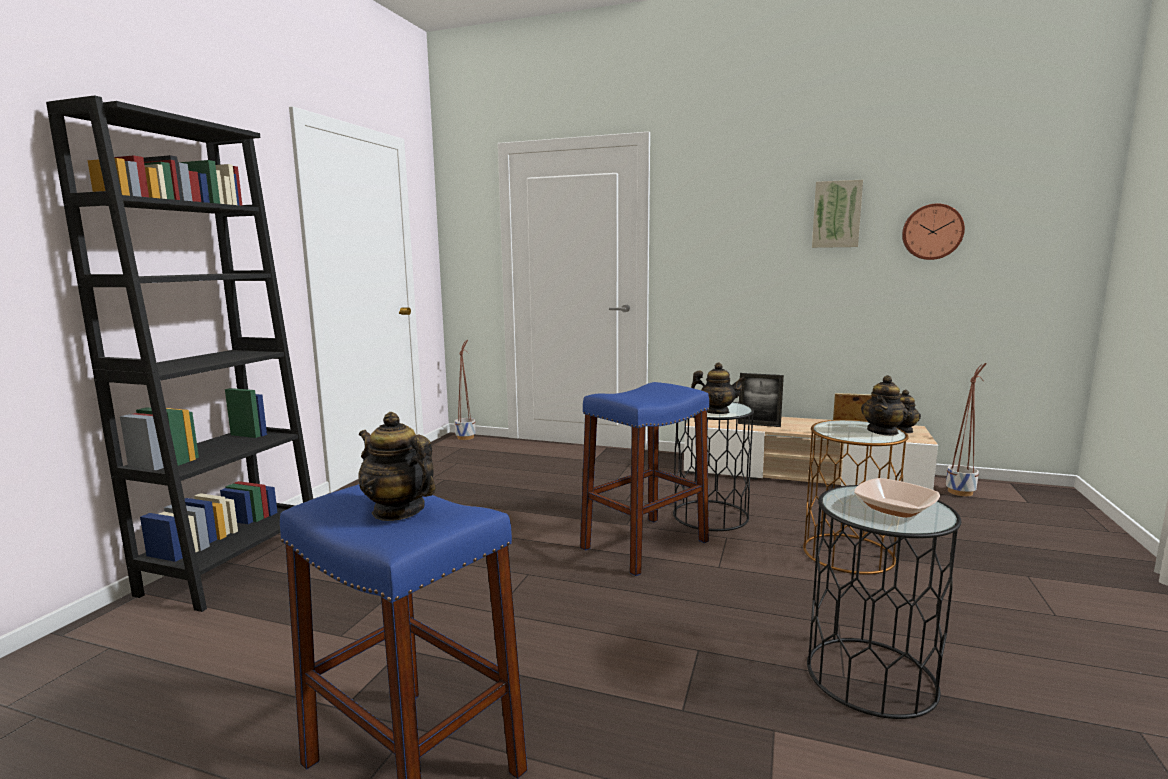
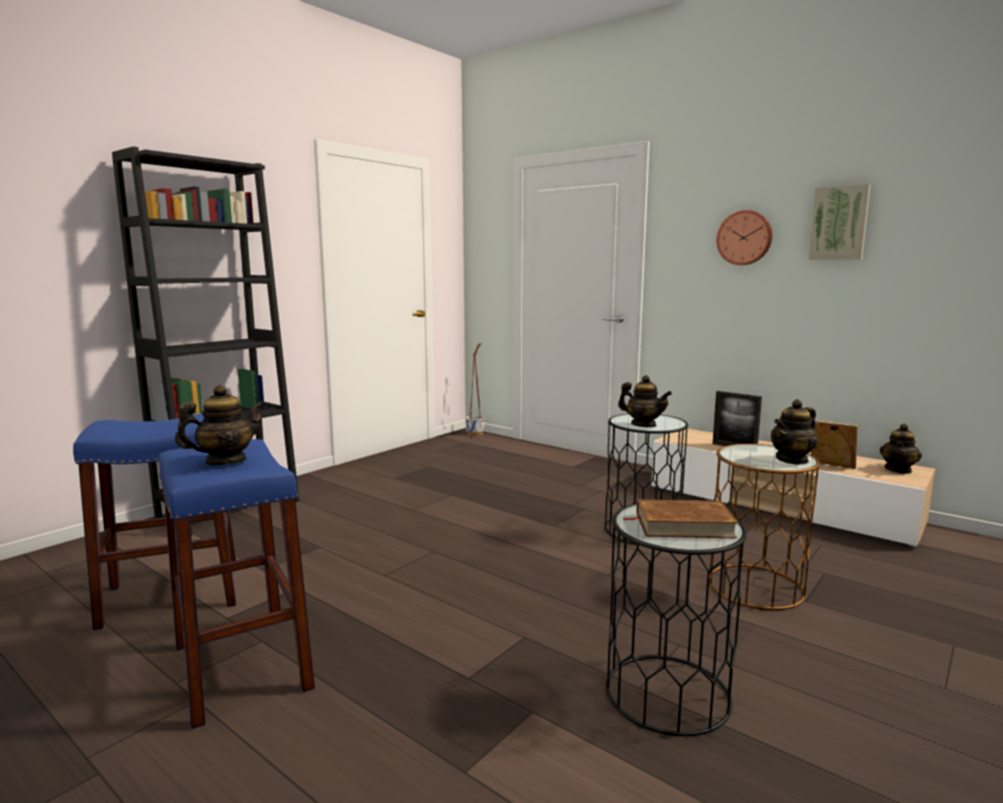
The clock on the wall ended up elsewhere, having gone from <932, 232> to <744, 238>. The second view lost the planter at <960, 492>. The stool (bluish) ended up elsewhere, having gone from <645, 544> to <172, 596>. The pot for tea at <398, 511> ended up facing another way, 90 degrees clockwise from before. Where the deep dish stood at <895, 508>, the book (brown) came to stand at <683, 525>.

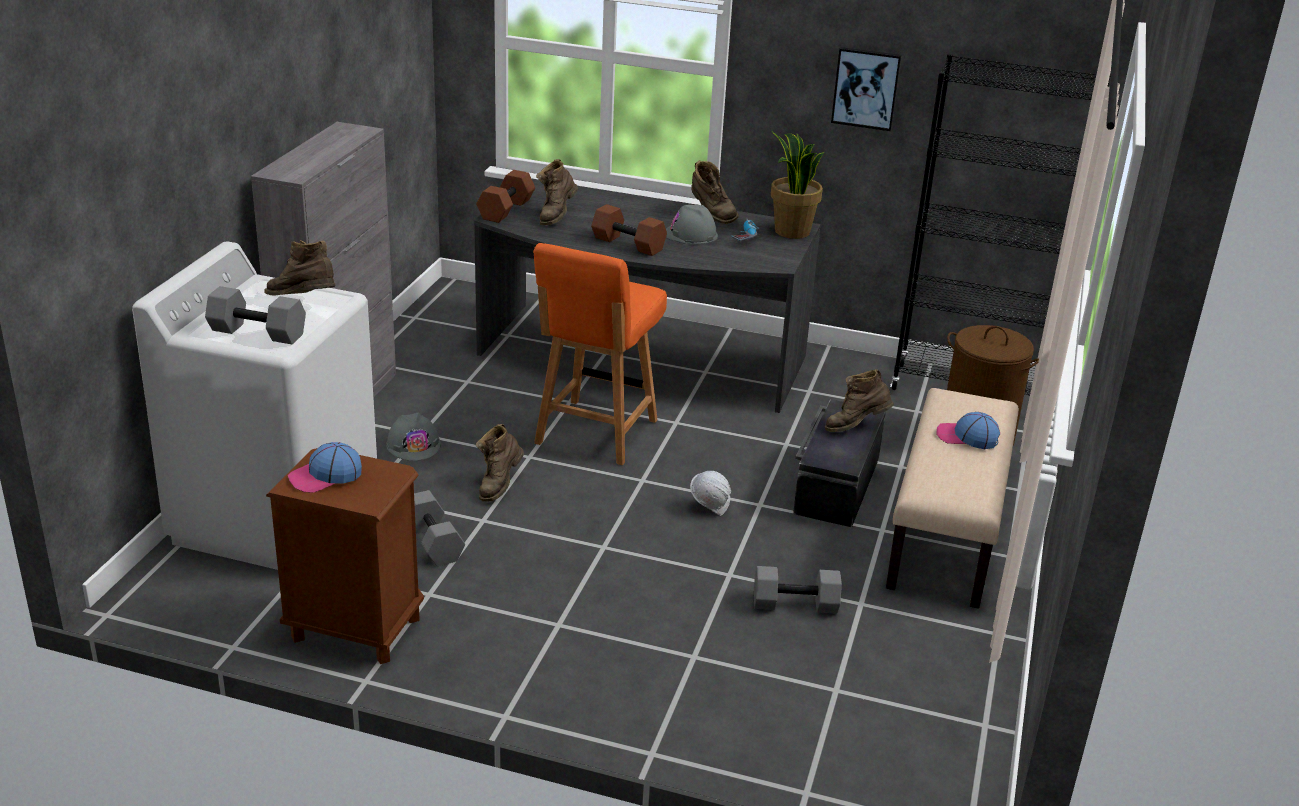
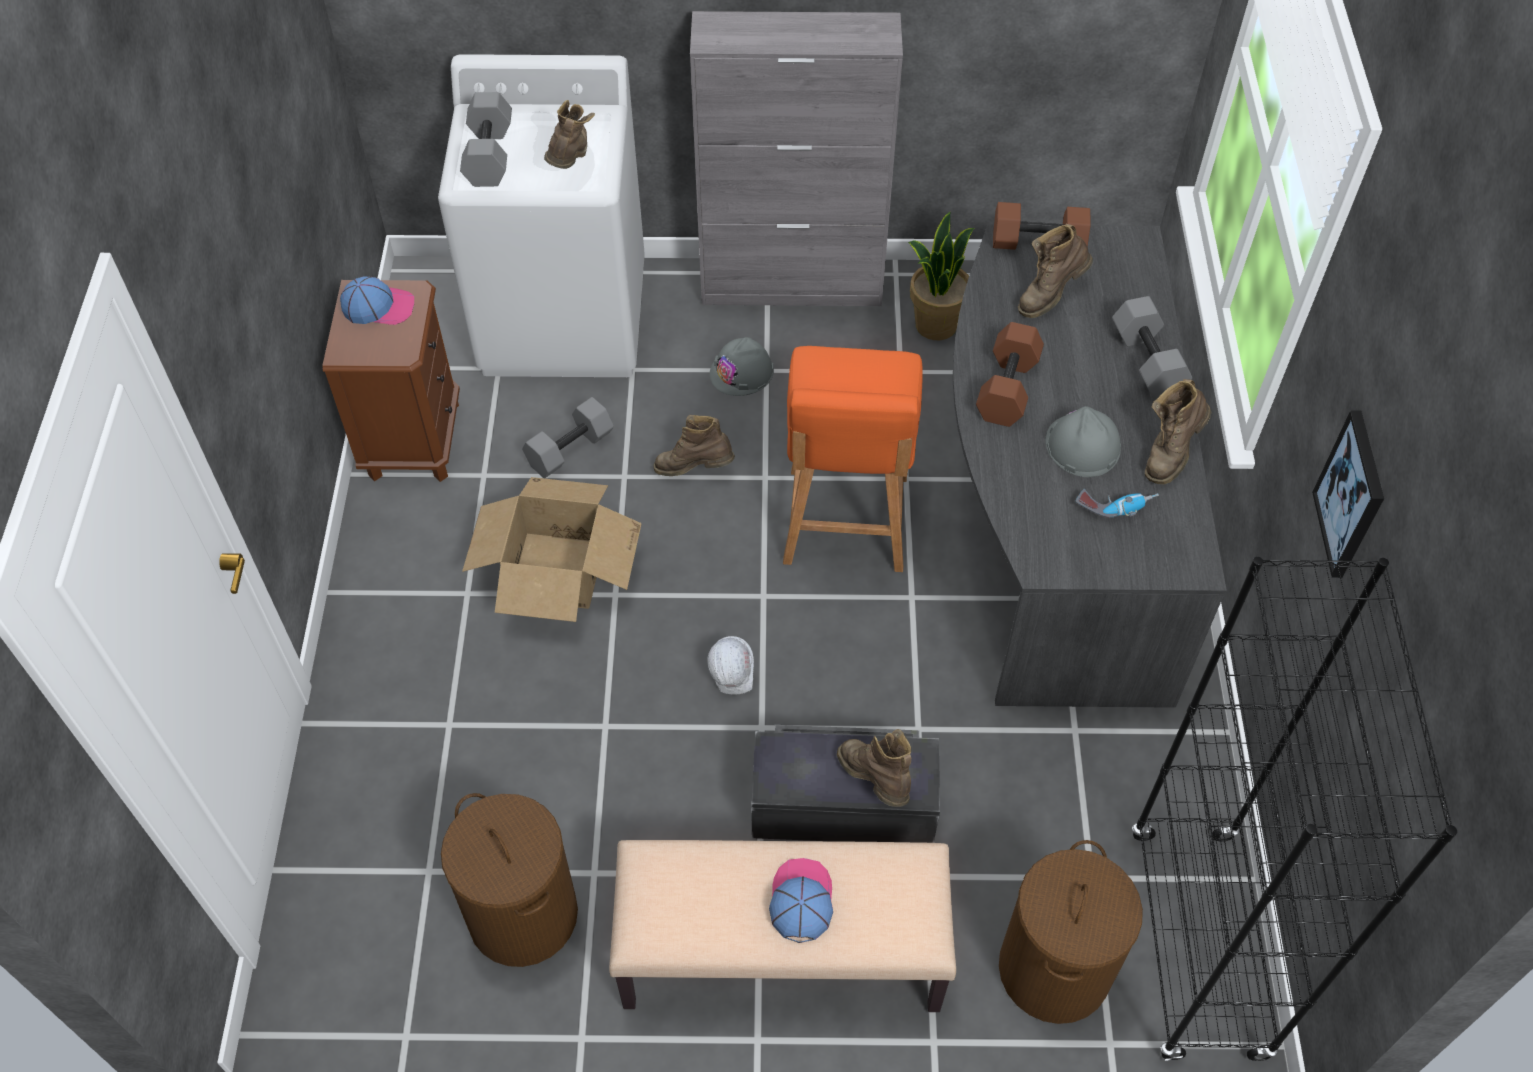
The houseplant ended up elsewhere, having gone from <791, 231> to <935, 324>. The tall boot (brown) at <556, 216> ended up facing another way, 45 degrees counterclockwise from before. The chair (orange-coloured) at <595, 433> ended up facing another way, 90 degrees counterclockwise from before. The cap at <325, 476> ended up facing another way, 135 degrees clockwise from before. The hand weight (grey) ended up elsewhere, having gone from <794, 605> to <1145, 361>. The second view gained the cardboard box at <557, 569>. The second view gained the laundry basket (brown) at <522, 914>.

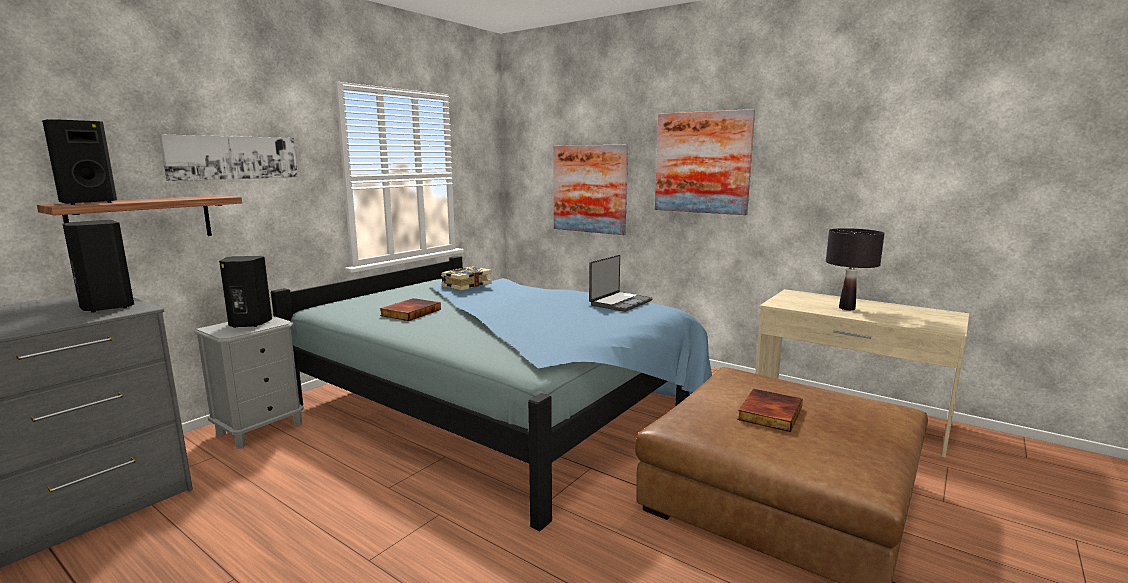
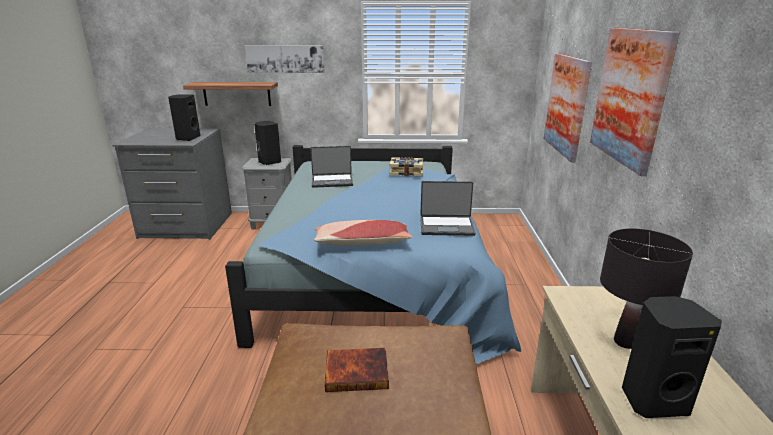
The speaker (blackish) ended up elsewhere, having gone from <86, 203> to <653, 400>. Where the book stood at <410, 312>, the portable computer came to stand at <332, 181>. The second view gained the pillow at <362, 243>.

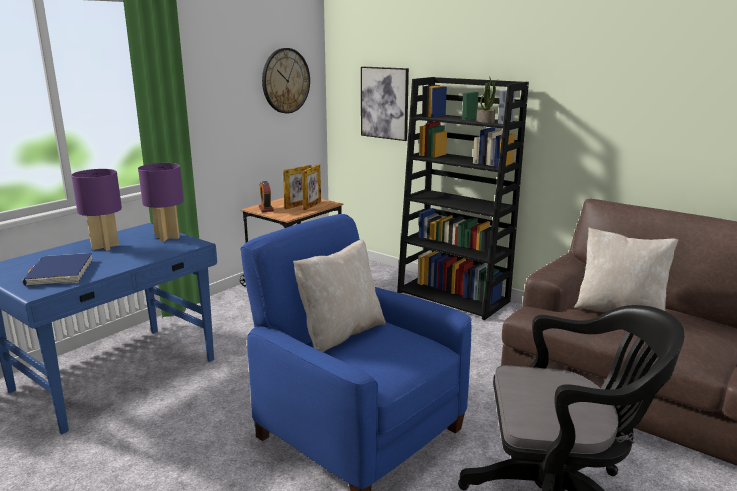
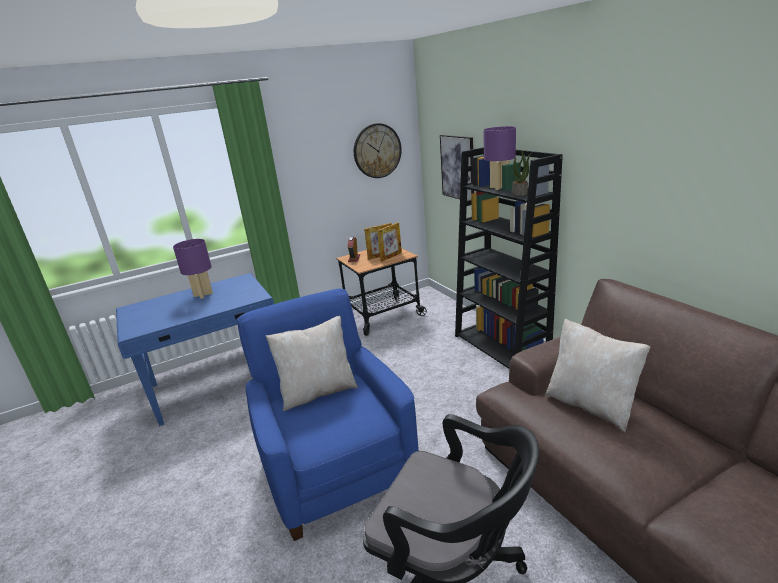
The tabletop lamp (purple) ended up elsewhere, having gone from <167, 237> to <499, 187>. The second view lost the book (bluish) at <60, 273>.

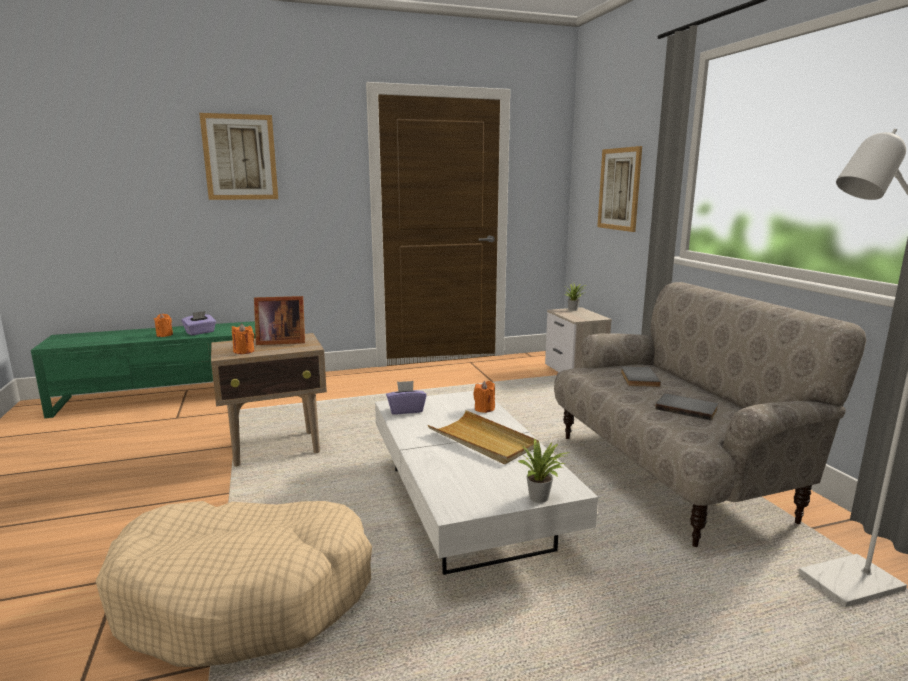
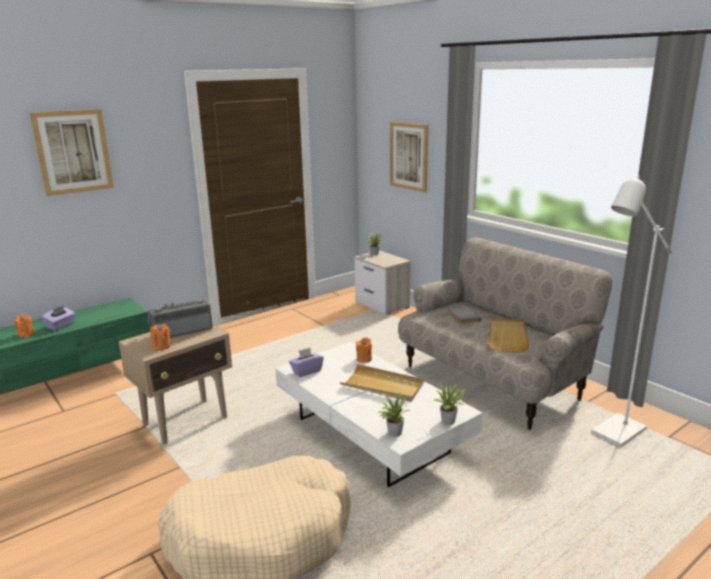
Where the standing frame stood at <279, 342>, the radio set came to stand at <181, 331>. Where the book (grey) stood at <687, 408>, the serving tray (sand-coloured) came to stand at <507, 337>. The second view gained the houseplant at <393, 432>.

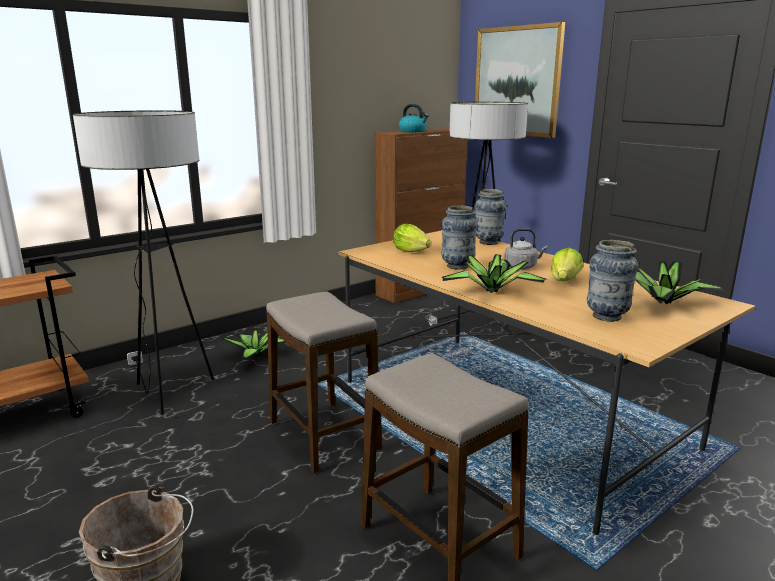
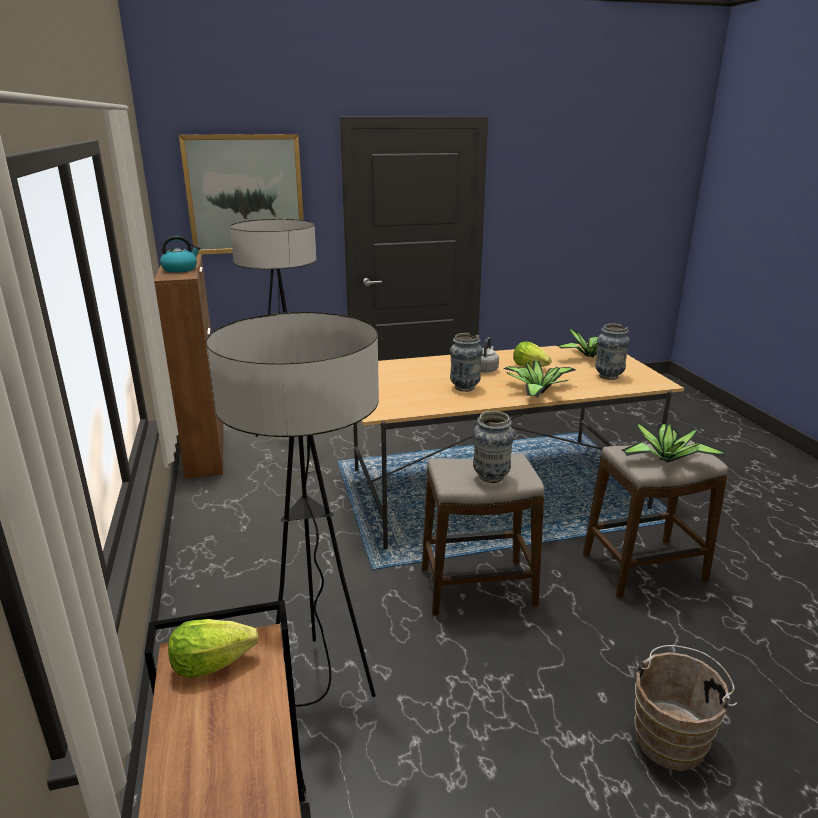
The flower vase ended up elsewhere, having gone from <488, 242> to <491, 477>. The lettuce head ended up elsewhere, having gone from <411, 251> to <211, 663>. The houseplant ended up elsewhere, having gone from <257, 355> to <666, 459>.

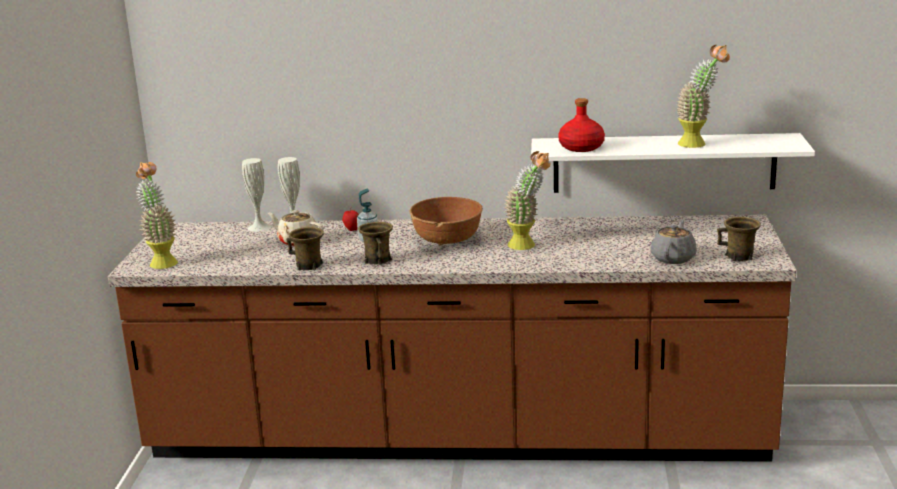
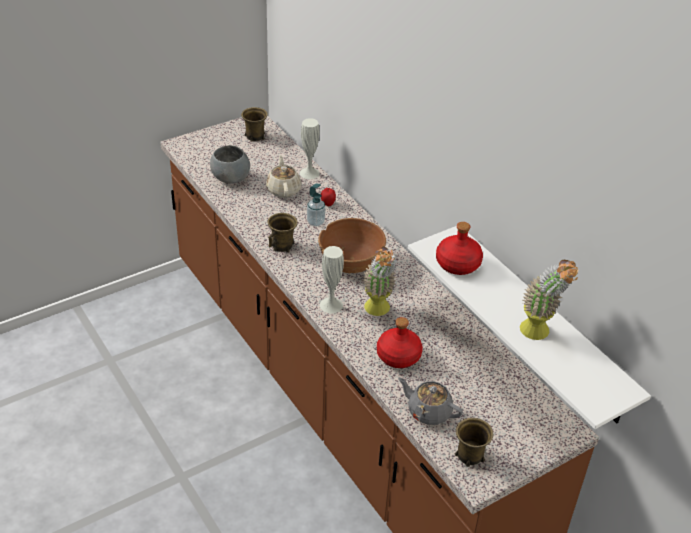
The flower vase (whitish) ended up elsewhere, having gone from <259, 227> to <331, 305>. The second view lost the houseplant at <161, 261>. The pot for tea (grey) at <673, 258> ended up facing another way, 135 degrees counterclockwise from before. The coffee mug (brown) ended up elsewhere, having gone from <308, 266> to <254, 136>. The second view gained the deep dish (grey) at <230, 178>. The second view gained the bottle (red-coloured) at <398, 356>.

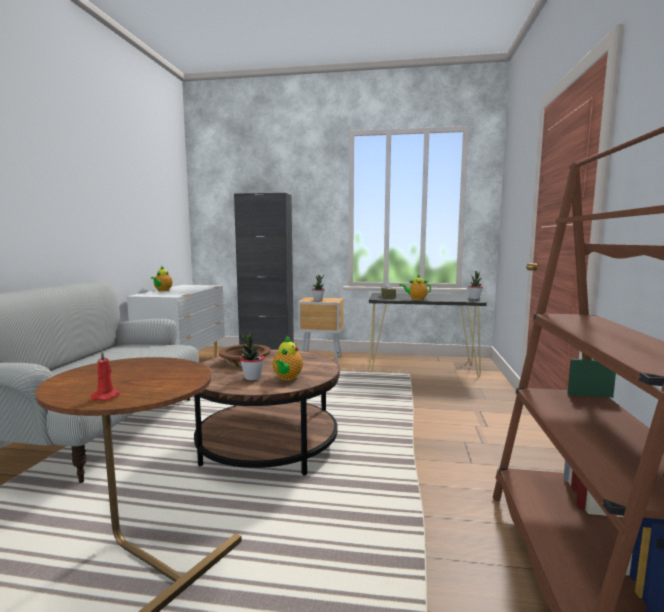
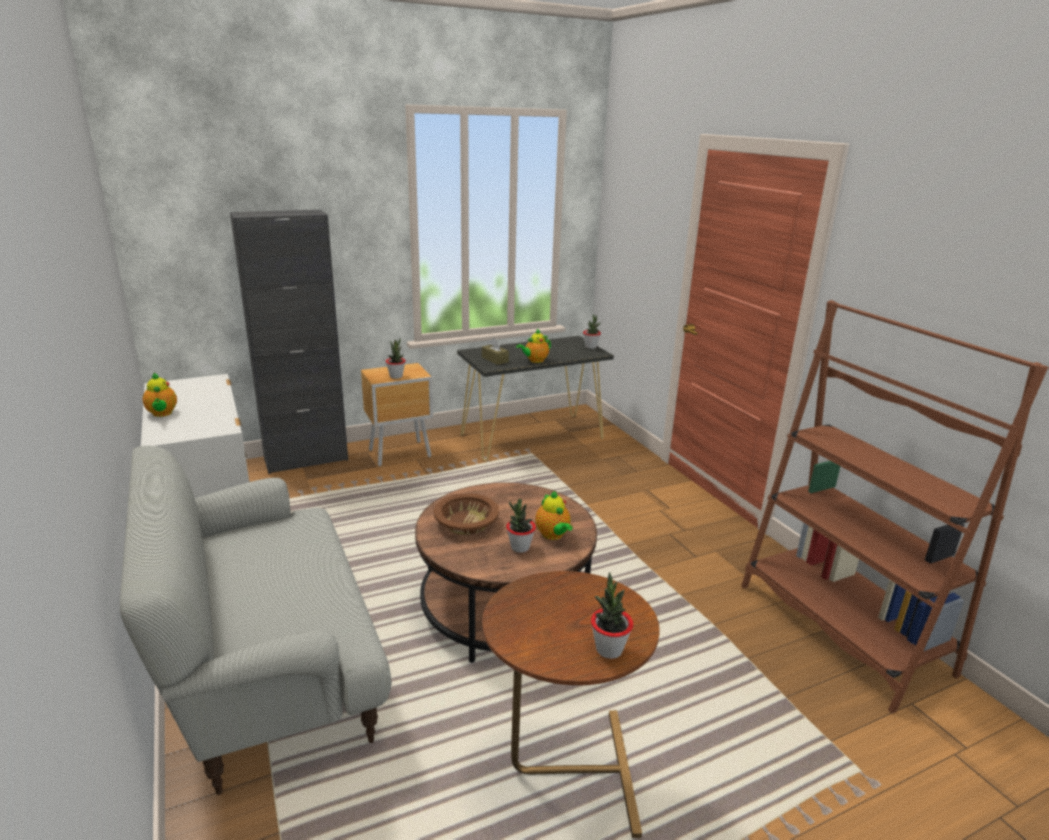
Where the wax light (red-coloured) stood at <107, 396>, the houseplant came to stand at <609, 649>.

